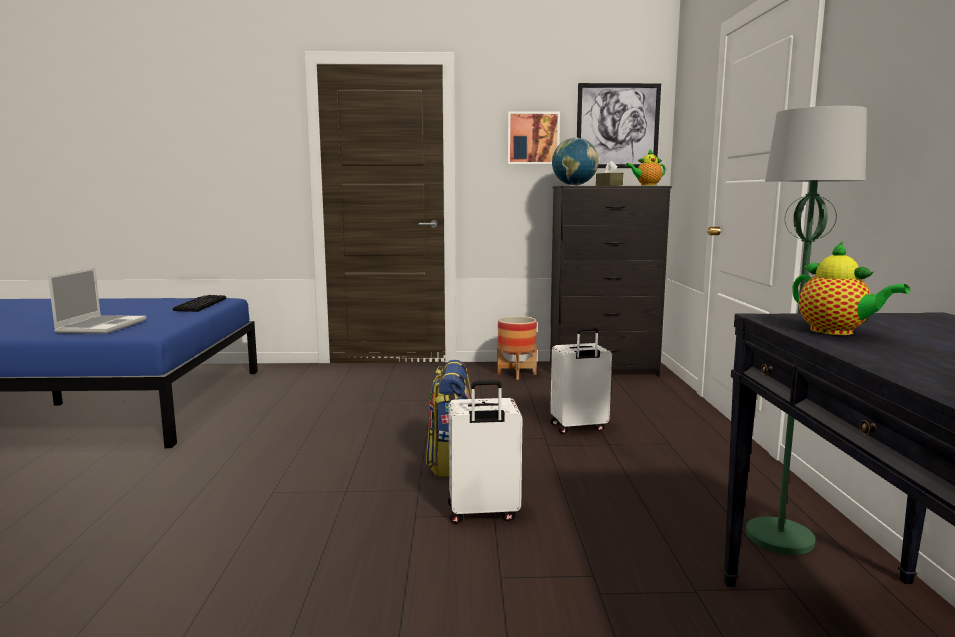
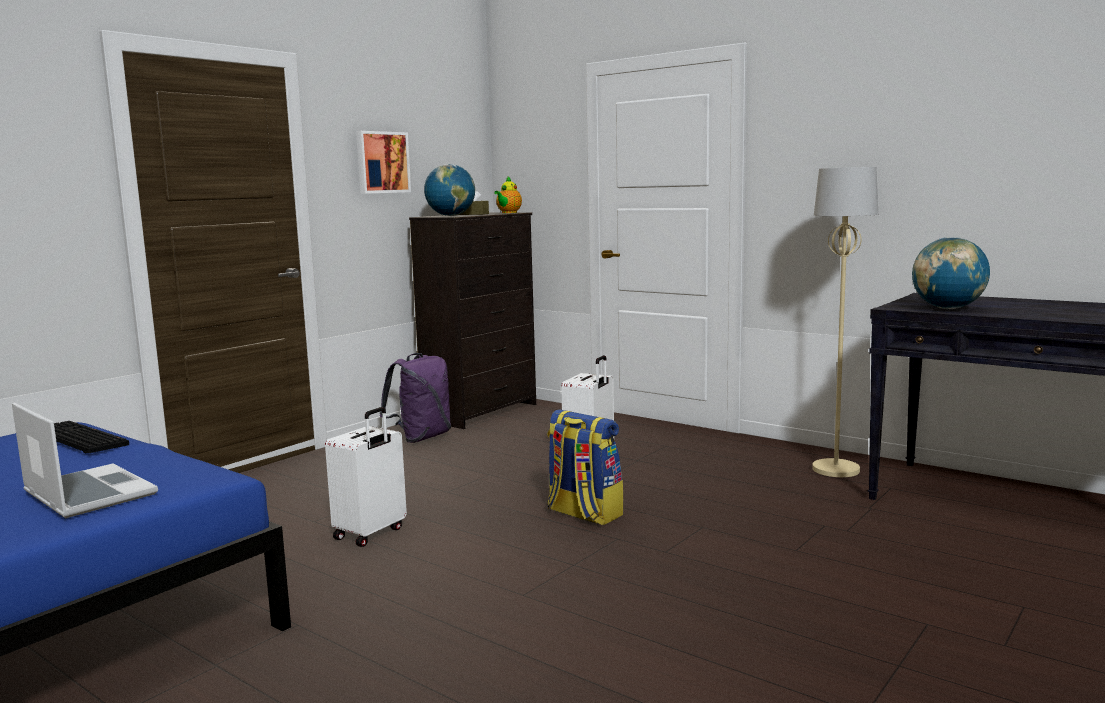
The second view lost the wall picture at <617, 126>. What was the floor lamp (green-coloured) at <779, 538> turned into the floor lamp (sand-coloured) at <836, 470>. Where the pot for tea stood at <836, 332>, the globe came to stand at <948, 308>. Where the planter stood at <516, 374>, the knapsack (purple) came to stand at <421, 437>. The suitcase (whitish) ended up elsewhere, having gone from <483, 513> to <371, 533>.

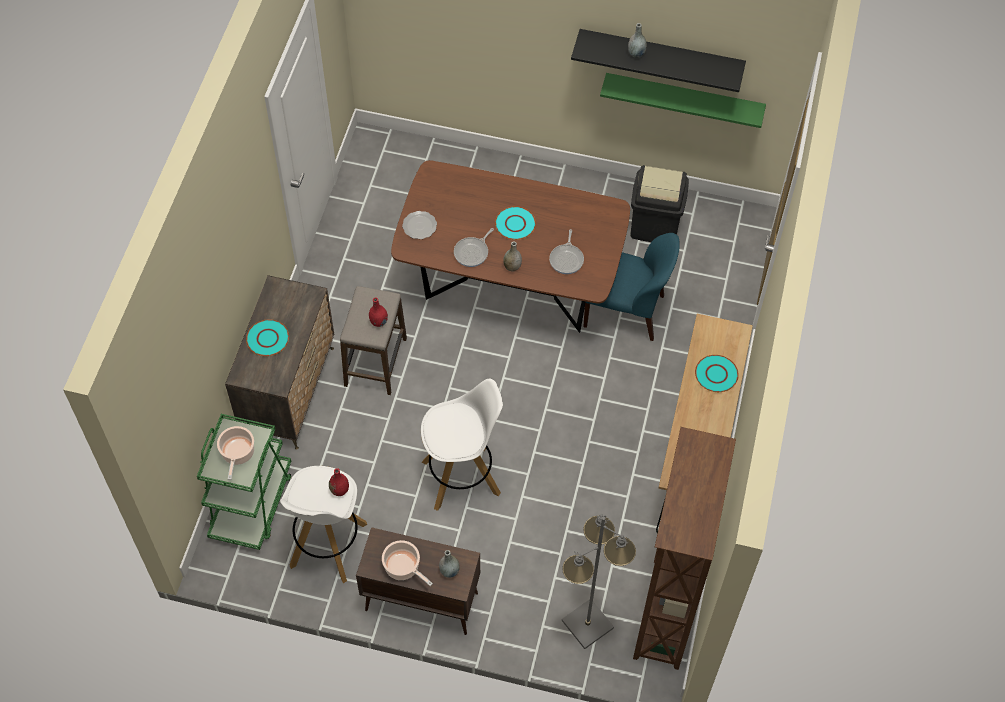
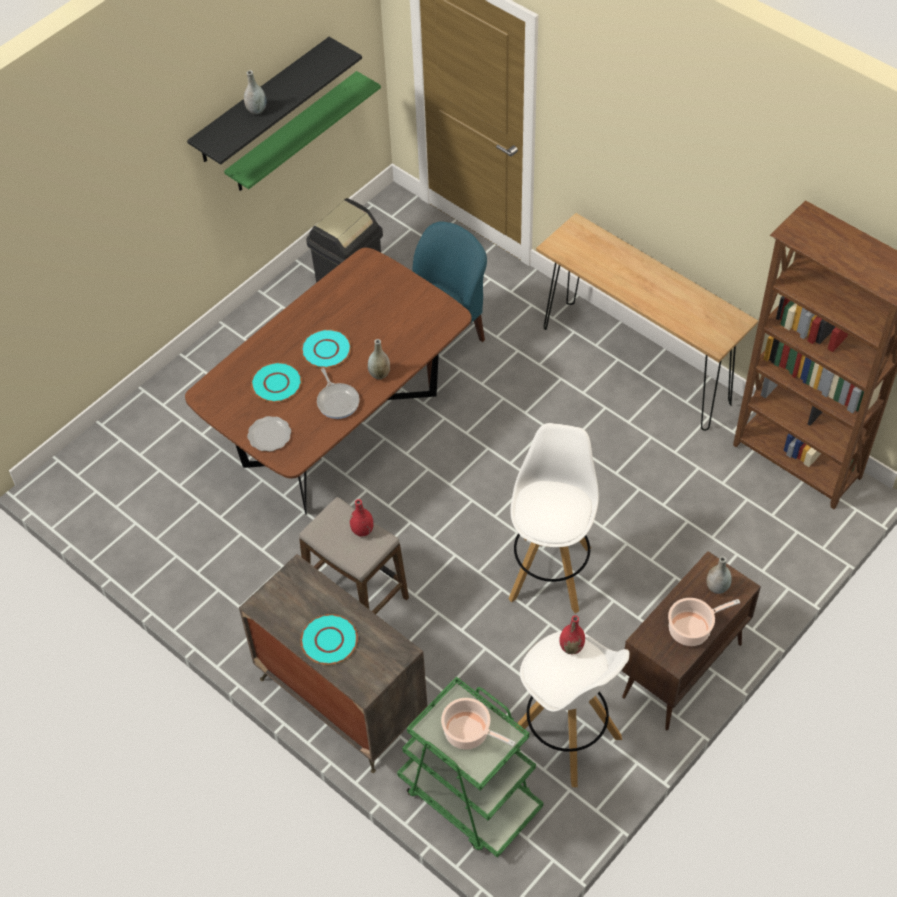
The second view lost the pan at <567, 259>. The plate (turquoise-coloured) ended up elsewhere, having gone from <716, 374> to <277, 383>. The second view lost the floor lamp (grey) at <587, 625>.

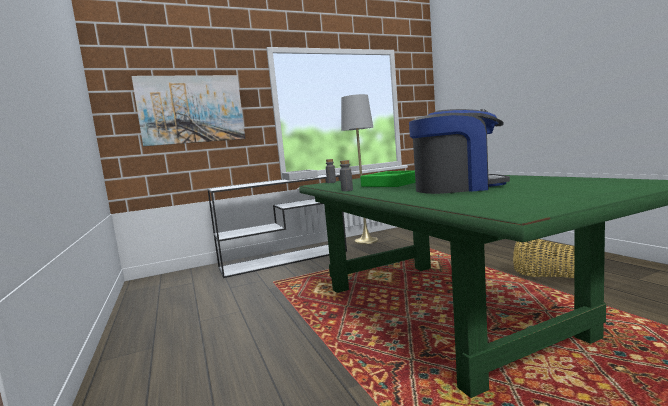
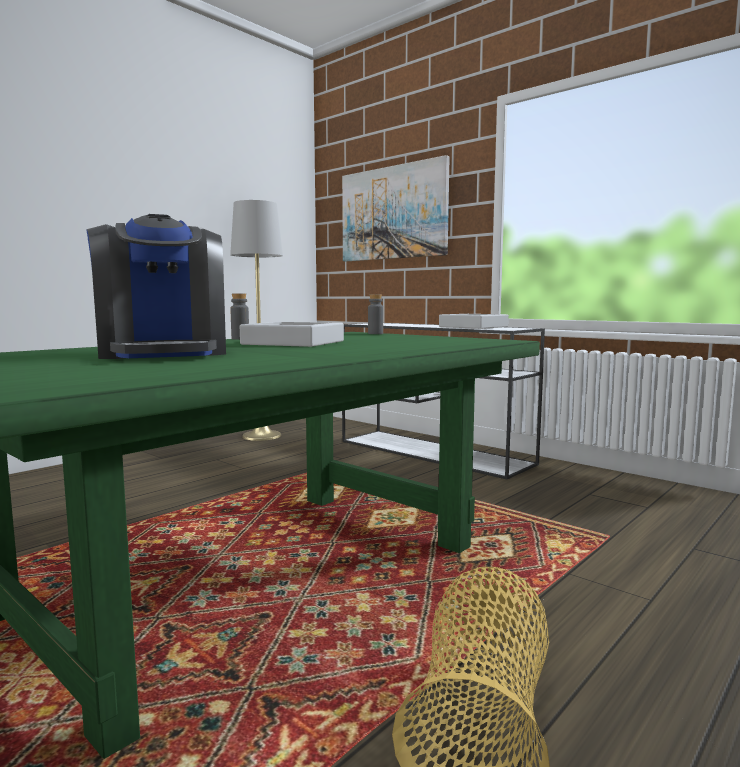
The floor lamp (grey) ended up elsewhere, having gone from <366, 241> to <261, 436>. What was the serving tray (green-coloured) at <391, 184> turned into the serving tray (grey) at <293, 342>.

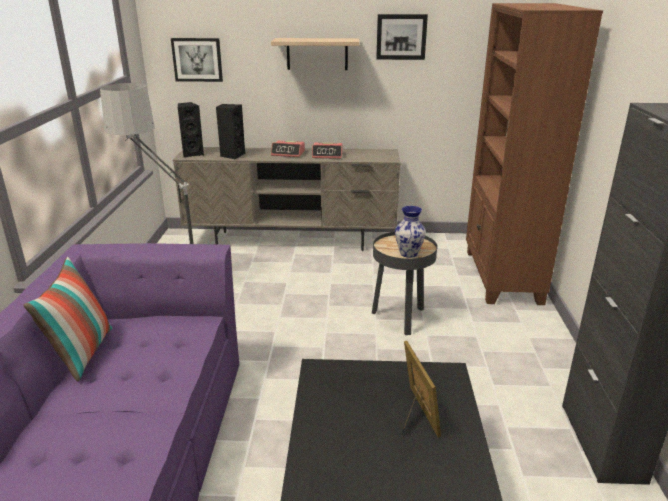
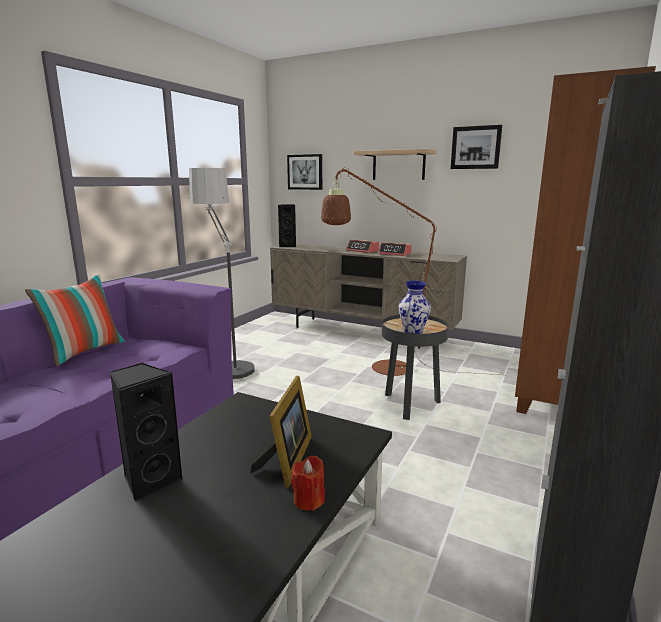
The speaker (blackish) ended up elsewhere, having gone from <232, 155> to <150, 480>. The second view gained the floor lamp (brown) at <380, 367>. The second view gained the wax light (red-coloured) at <309, 500>.

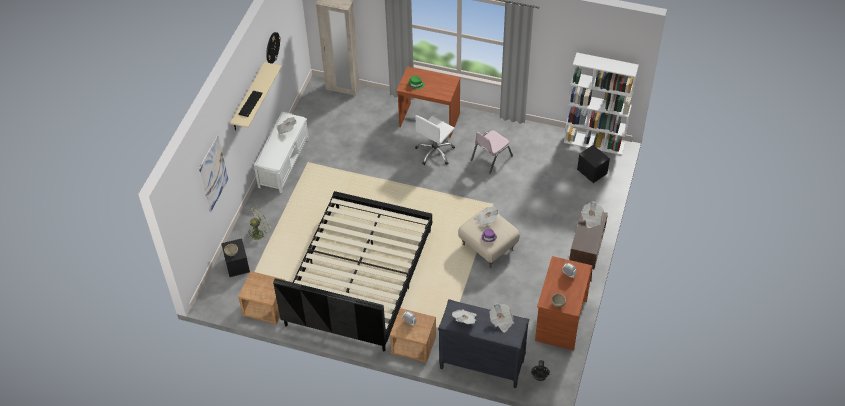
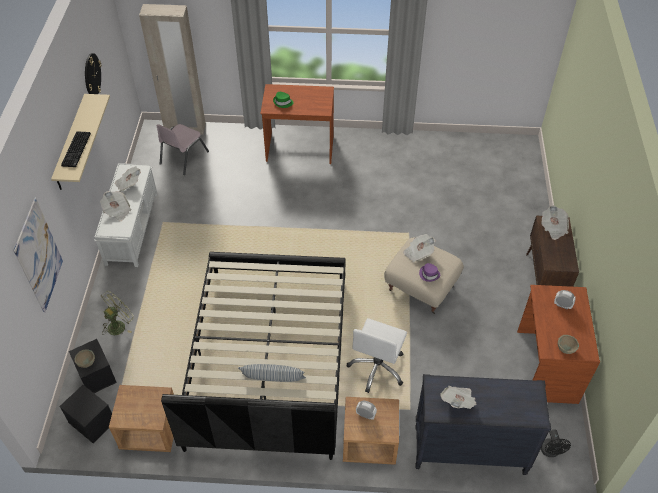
The second view lost the bookcase (whitish) at <594, 142>. The office chair (whitish) ended up elsewhere, having gone from <435, 152> to <377, 368>. The chair (pinkish) ended up elsewhere, having gone from <491, 158> to <183, 157>. The storage bin (blackish) ended up elsewhere, having gone from <592, 171> to <93, 422>. The printed paper ended up elsewhere, having gone from <501, 321> to <117, 211>. The second view gained the pillow at <273, 380>.

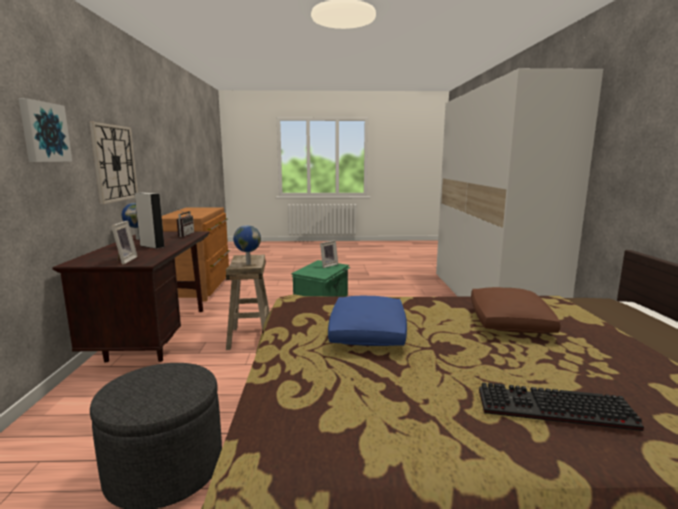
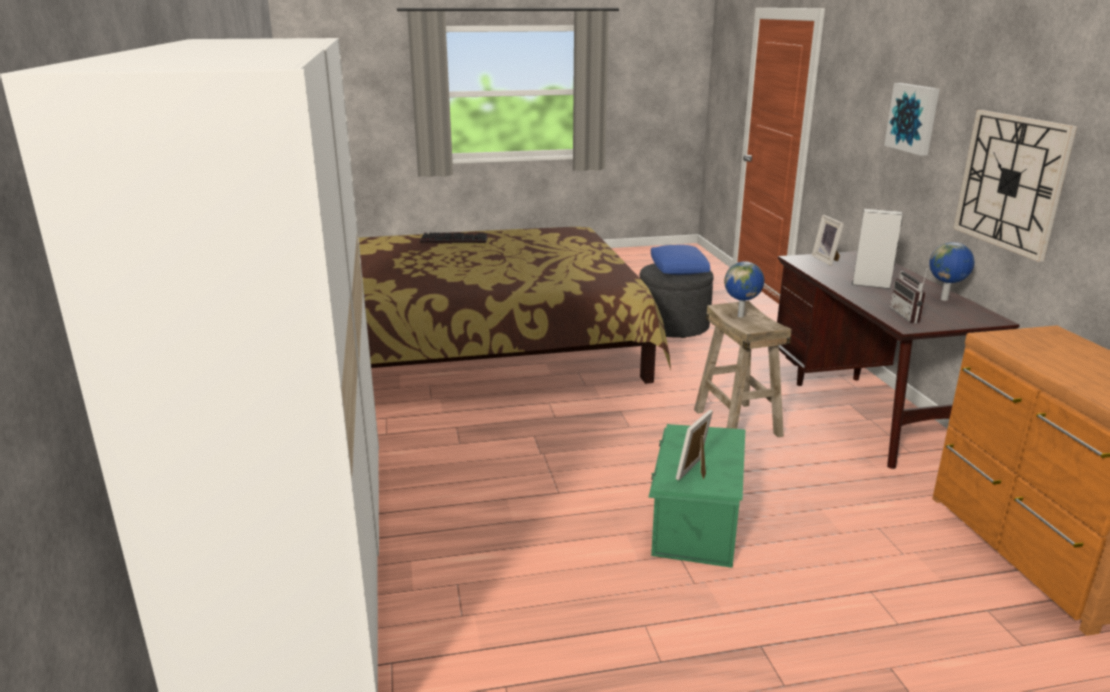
The second view lost the pillow (brown) at <509, 323>. The pillow (bluish) ended up elsewhere, having gone from <367, 334> to <678, 269>.

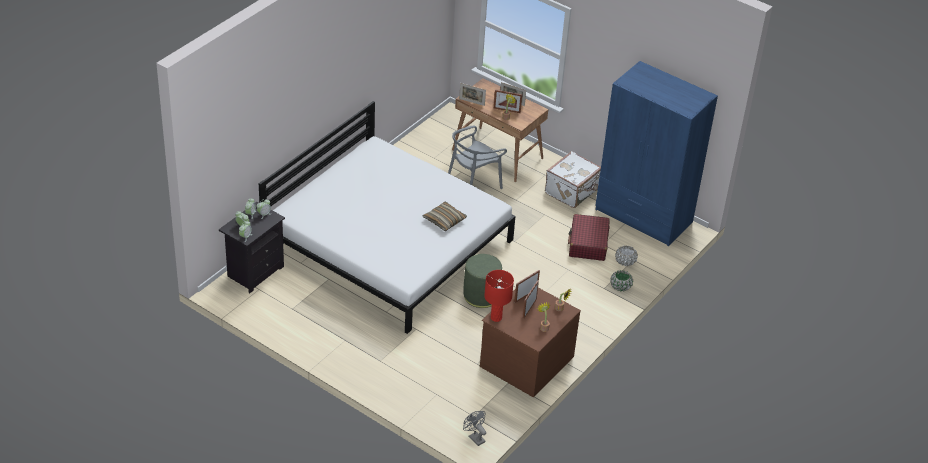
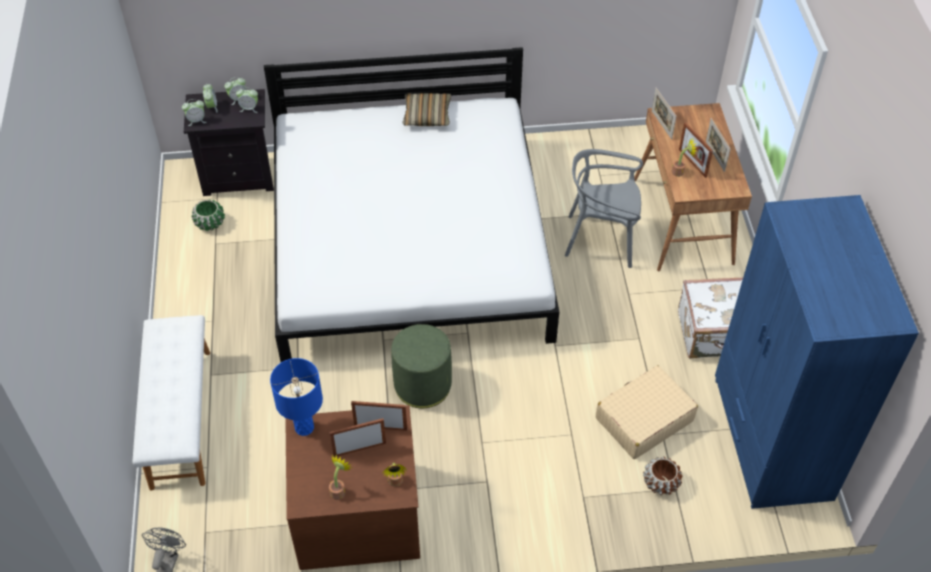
The pillow ended up elsewhere, having gone from <444, 220> to <427, 115>. What was the suitcase (red-coloured) at <588, 243> turned into the suitcase (sand-coloured) at <643, 419>. What was the planter (whitish) at <625, 261> turned into the planter (brown) at <660, 482>. What was the tabletop lamp (red-coloured) at <496, 317> turned into the tabletop lamp (bluish) at <304, 427>. The planter (green-coloured) ended up elsewhere, having gone from <620, 286> to <210, 223>. The second view gained the bench (whitish) at <180, 417>.

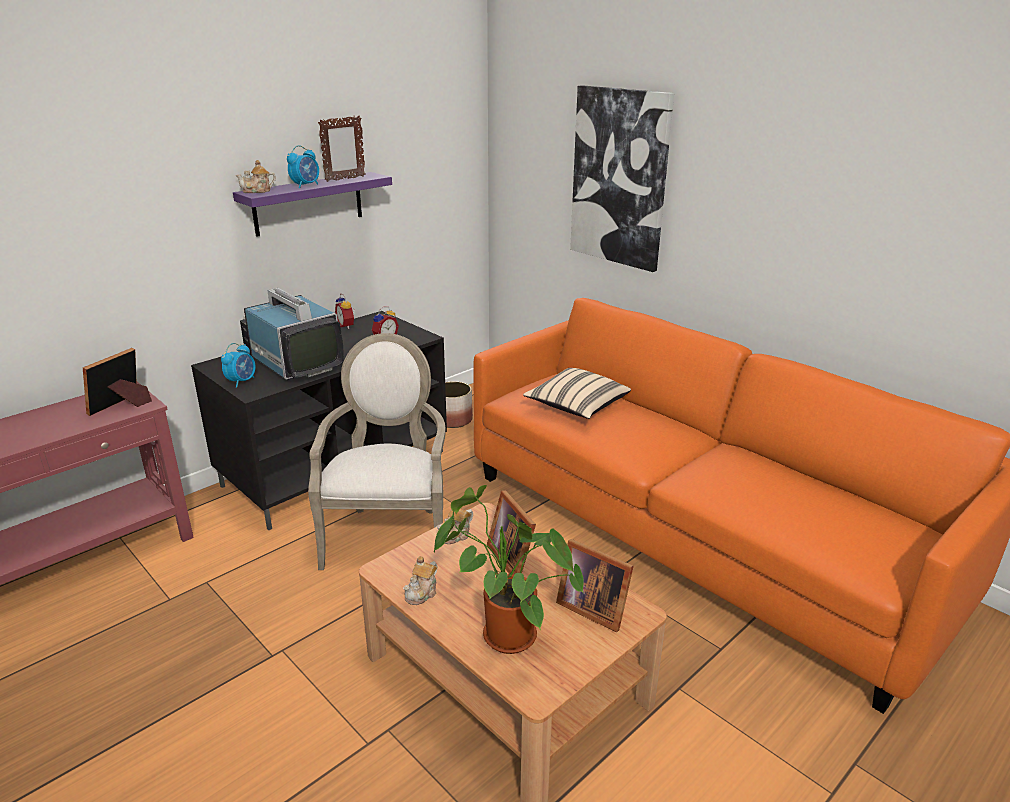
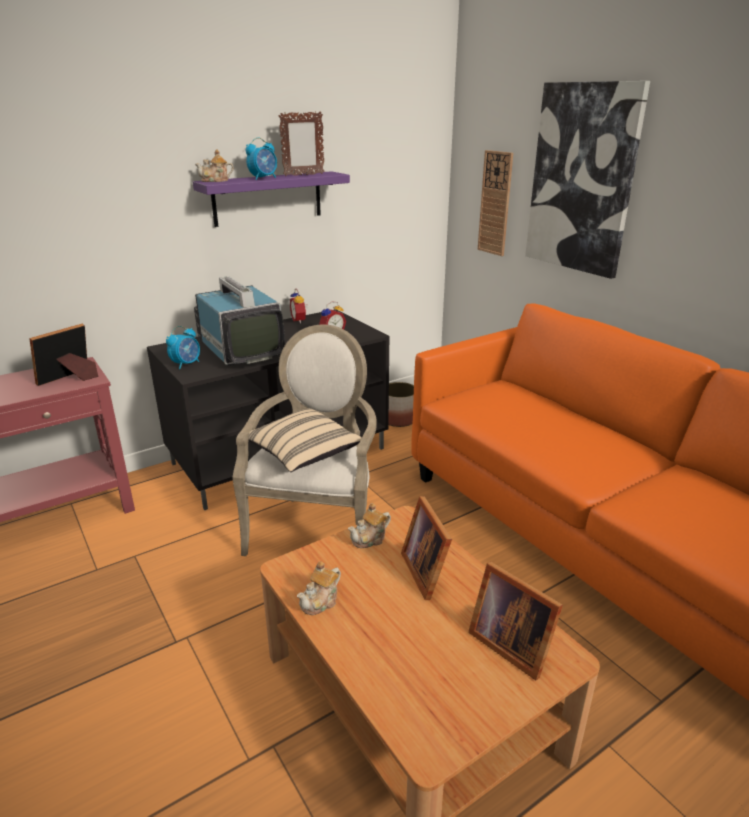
The pillow (sand-coloured) ended up elsewhere, having gone from <576, 407> to <302, 454>. The second view lost the houseplant at <503, 636>. The second view gained the clock on the wall at <495, 203>.

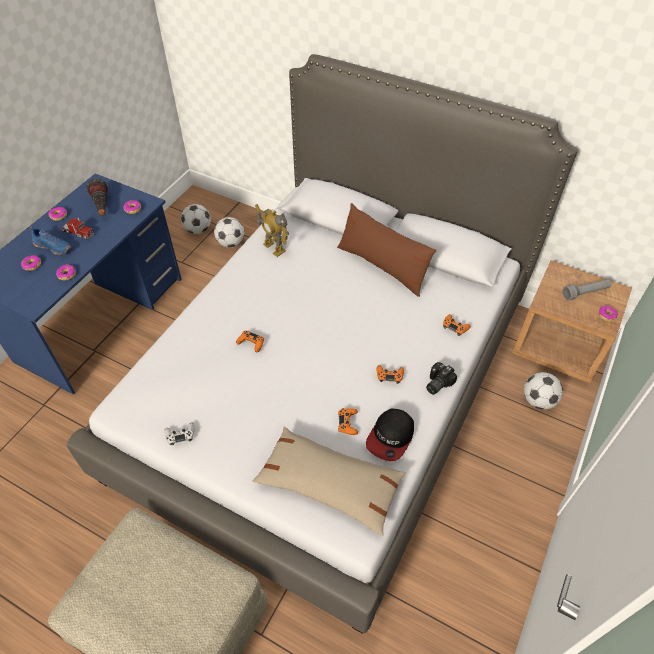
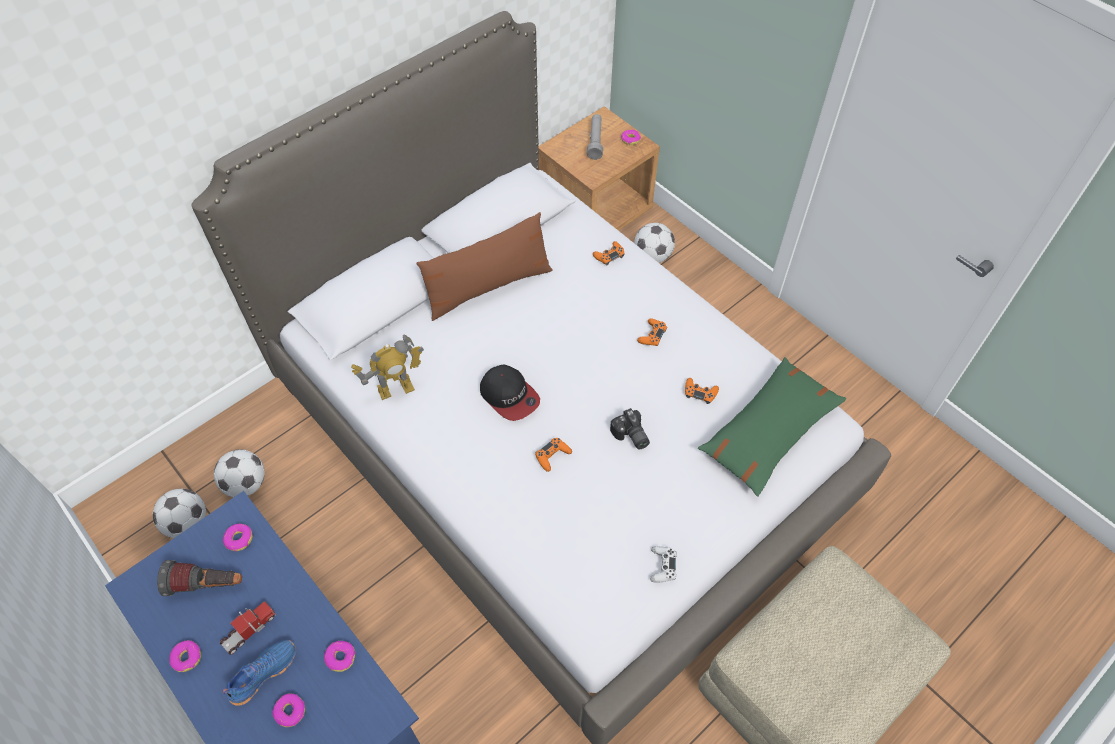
The still camera ended up elsewhere, having gone from <436, 383> to <630, 436>. The cap ended up elsewhere, having gone from <390, 437> to <509, 396>. What was the pillow (sand-coloured) at <329, 484> turned into the pillow (green-coloured) at <768, 432>.

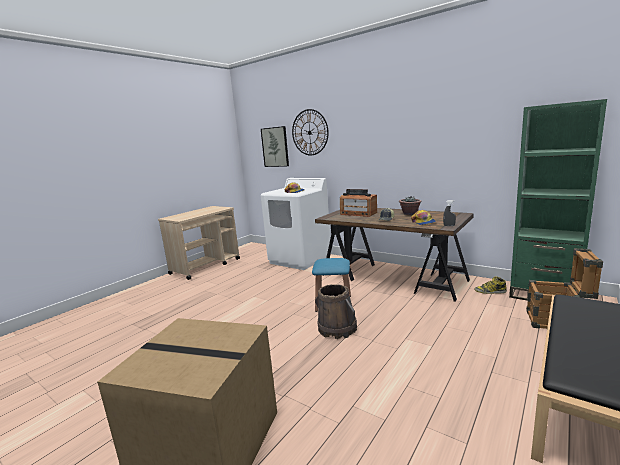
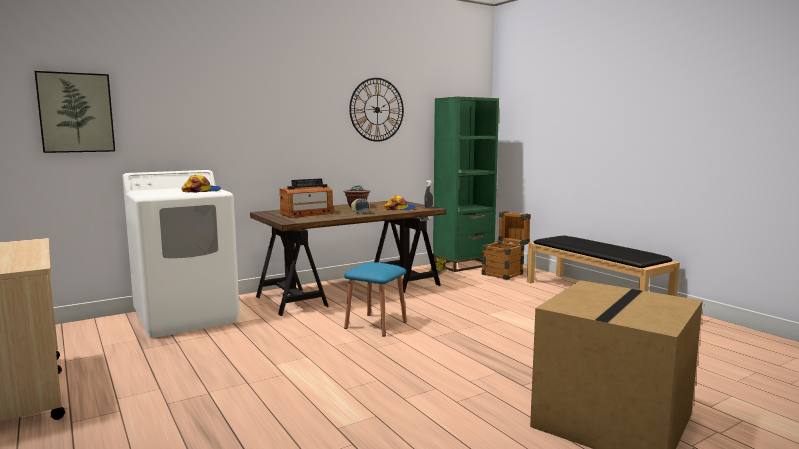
The clock on the wall ended up elsewhere, having gone from <309, 132> to <377, 109>. The second view lost the water bucket (brown) at <337, 328>.

